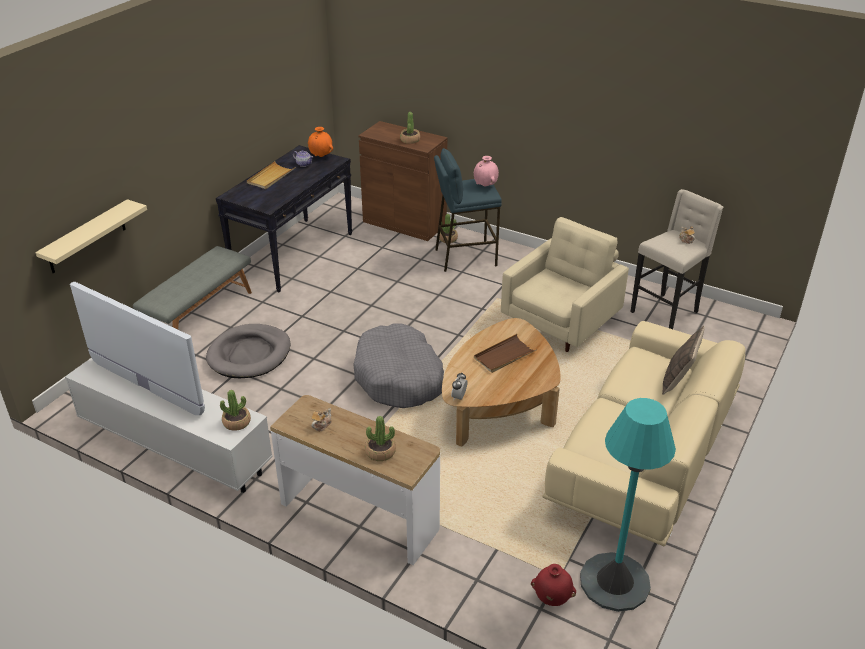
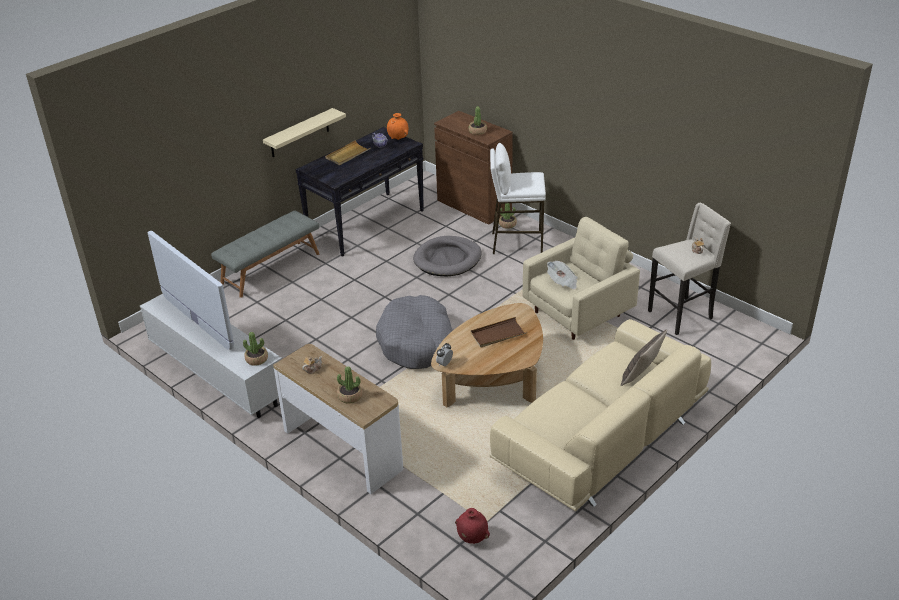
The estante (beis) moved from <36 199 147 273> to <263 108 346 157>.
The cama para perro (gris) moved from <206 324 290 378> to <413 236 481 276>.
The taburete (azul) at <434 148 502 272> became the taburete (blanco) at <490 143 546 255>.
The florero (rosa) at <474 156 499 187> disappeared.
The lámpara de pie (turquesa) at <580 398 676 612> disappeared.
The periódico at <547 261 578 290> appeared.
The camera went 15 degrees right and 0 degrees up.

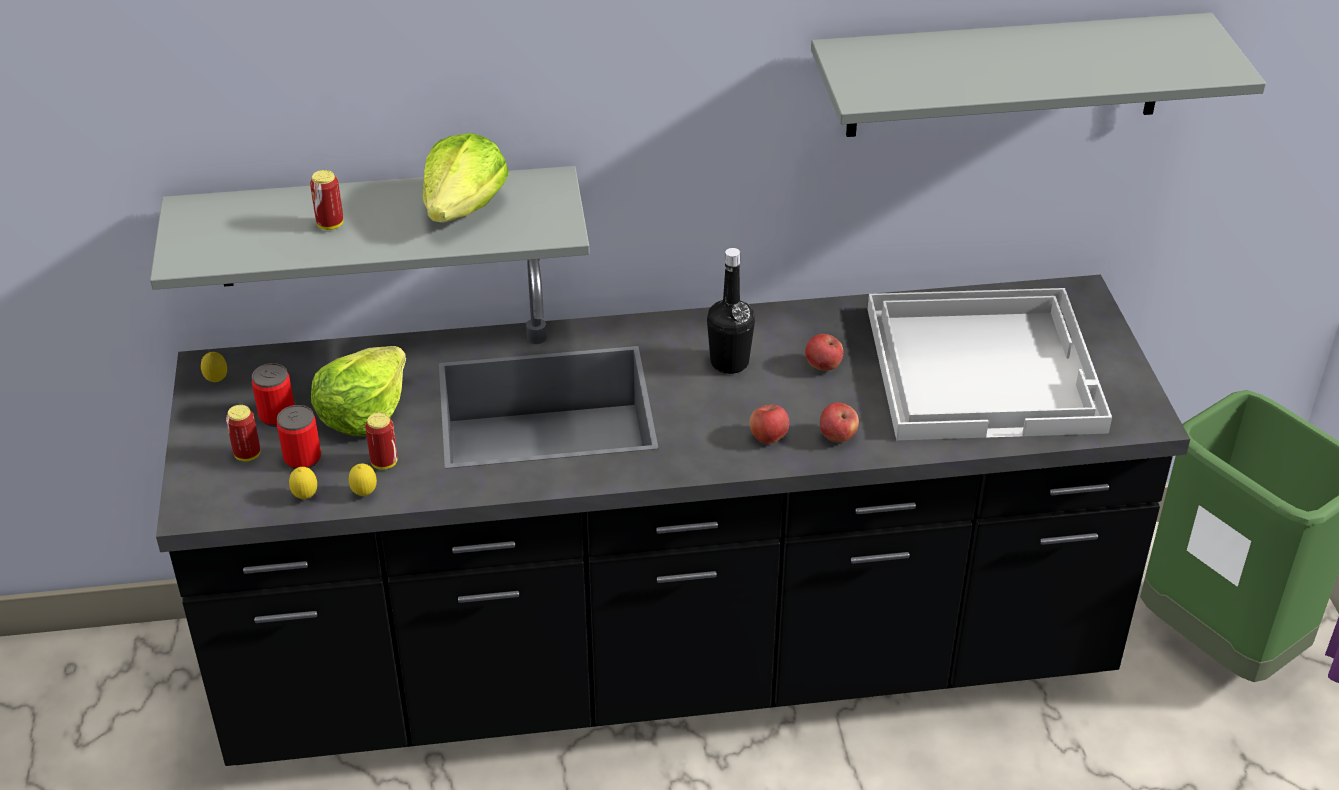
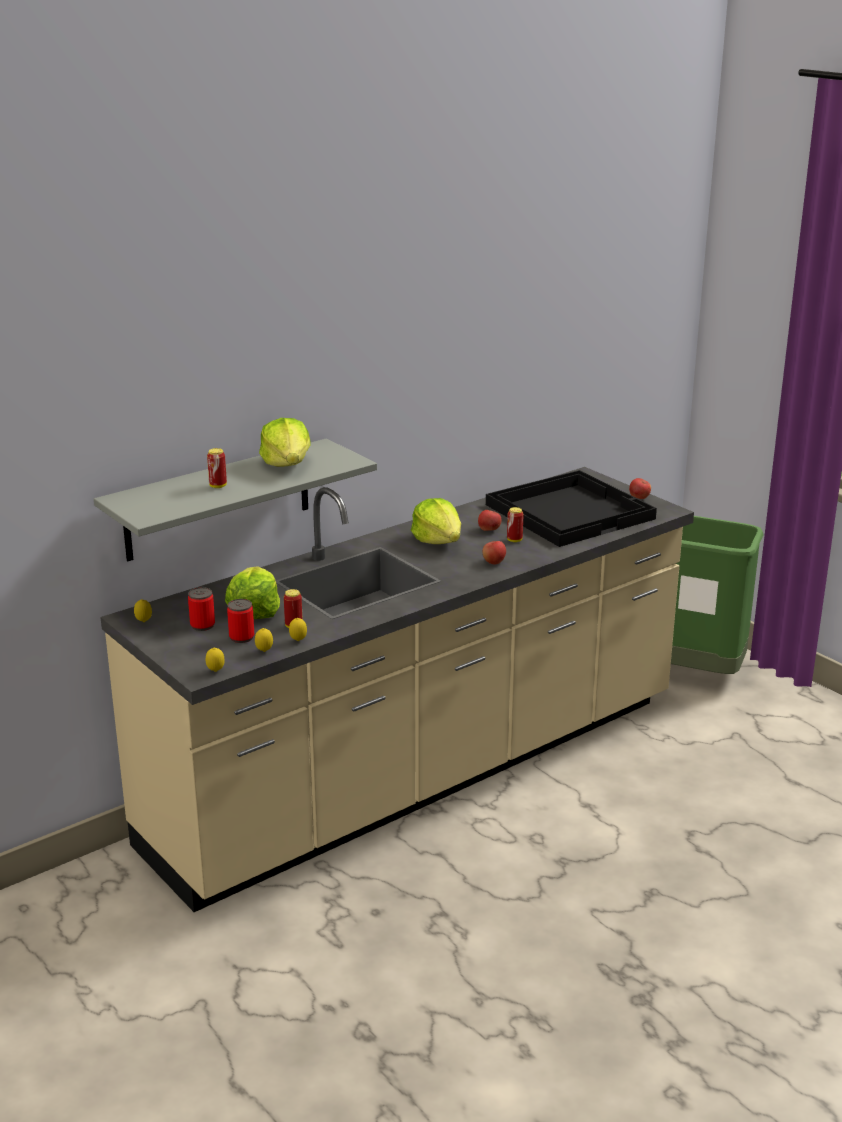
The mueble bajo de cocina (negro) at <156 259 1190 766> became the mueble bajo de cocina (beis) at <100 467 694 912>.
The lata moved from <226 405 260 461> to <507 507 524 542>.
The botella (negro) at <707 248 755 374> was replaced by the lechuga at <411 498 461 544>.
The estante (gris) at <811 13 1266 137> disappeared.
The manzana moved from <820 403 859 443> to <629 478 651 499>.
The bandeja (blanco) at <868 288 1112 440> became the bandeja (negro) at <486 470 657 547>.
The limón at <206 647 225 672> appeared.
The camera went 30 degrees left and 15 degrees down.

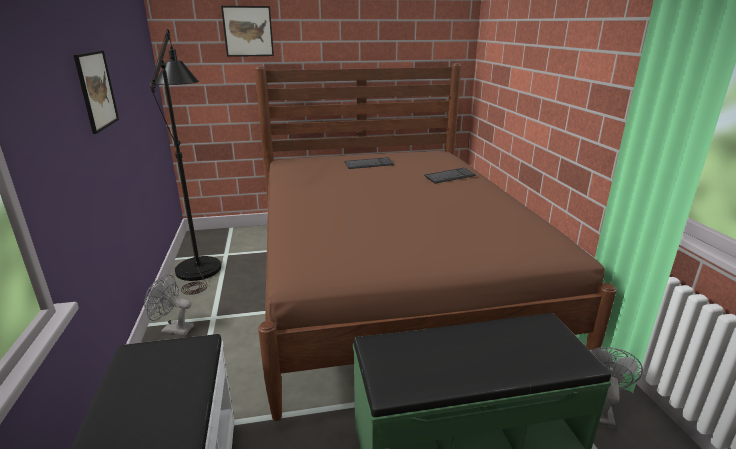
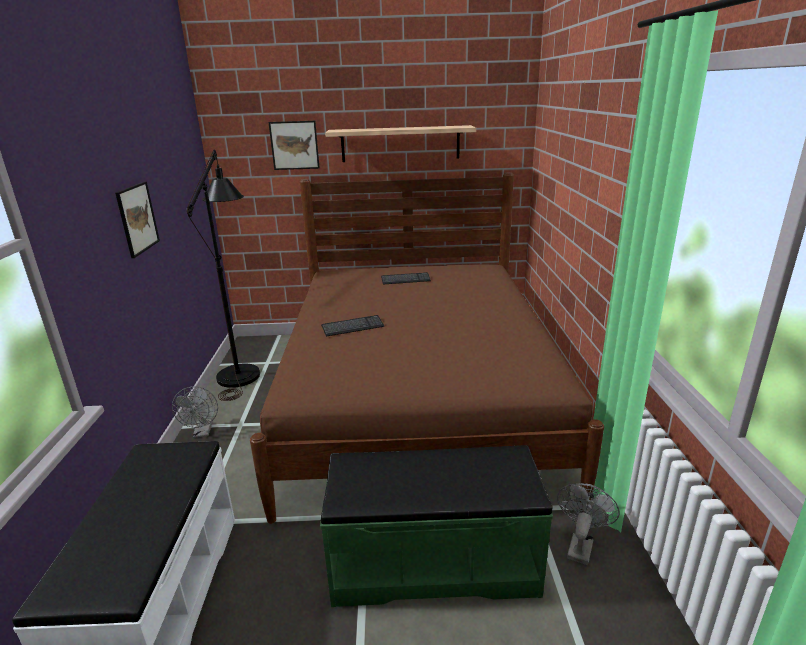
The ventilador (gris) at <144 275 194 335> turned 120 degrees counterclockwise.
The teclado moved from <424 168 476 184> to <321 315 384 337>.
The estante at <325 125 476 162> appeared.
The camera went 10 degrees right and 0 degrees up.

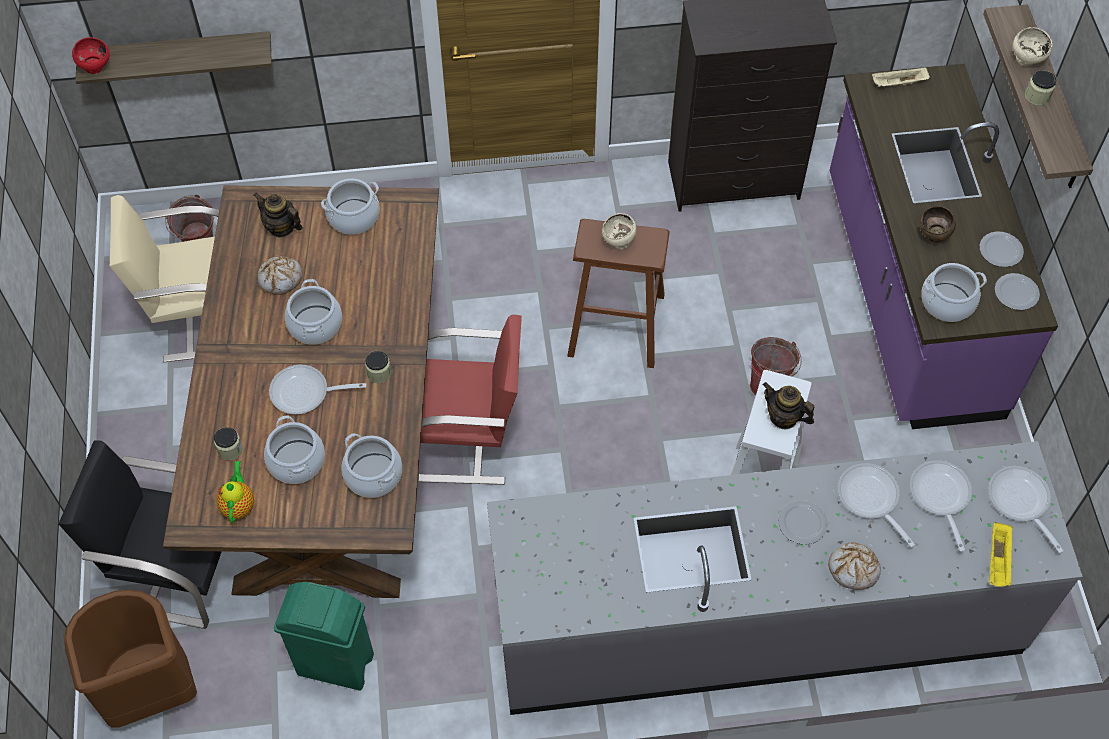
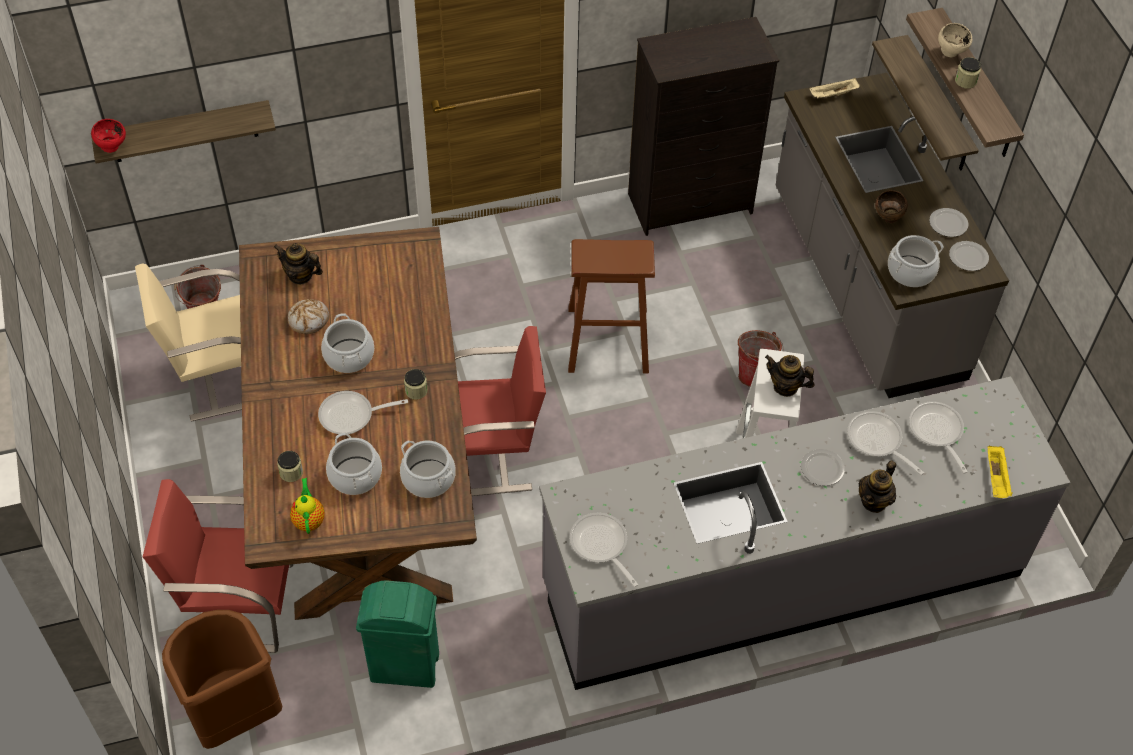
The silla (negro) at <58 440 222 629> became the silla (rojo) at <142 479 293 653>.
The olla at <321 179 380 235> disappeared.
The cuenco (beis) at <602 213 637 249> disappeared.
The pan at <828 542 881 590> was replaced by the tetera at <859 461 896 513>.
The mueble bajo de cocina (morado) at <829 64 1058 429> became the mueble bajo de cocina (gris) at <776 73 1009 398>.
The sartén moved from <988 466 1064 553> to <570 513 638 587>.
The estante at <872 35 979 171> appeared.
The camera went 10 degrees left and 5 degrees down.

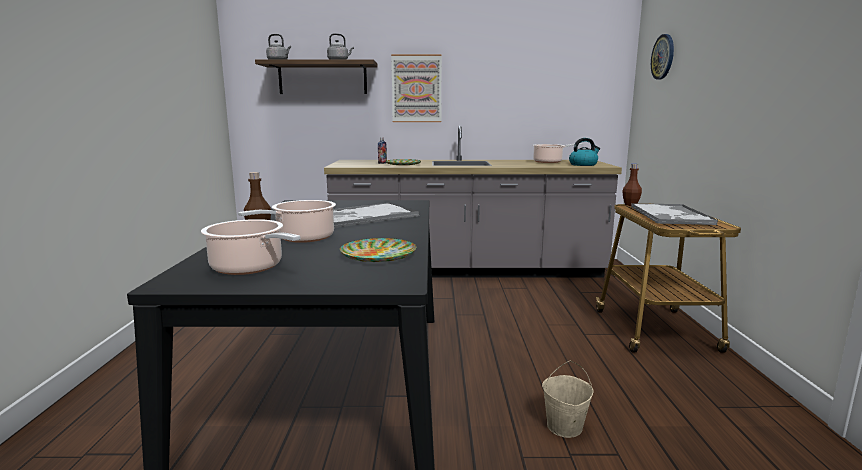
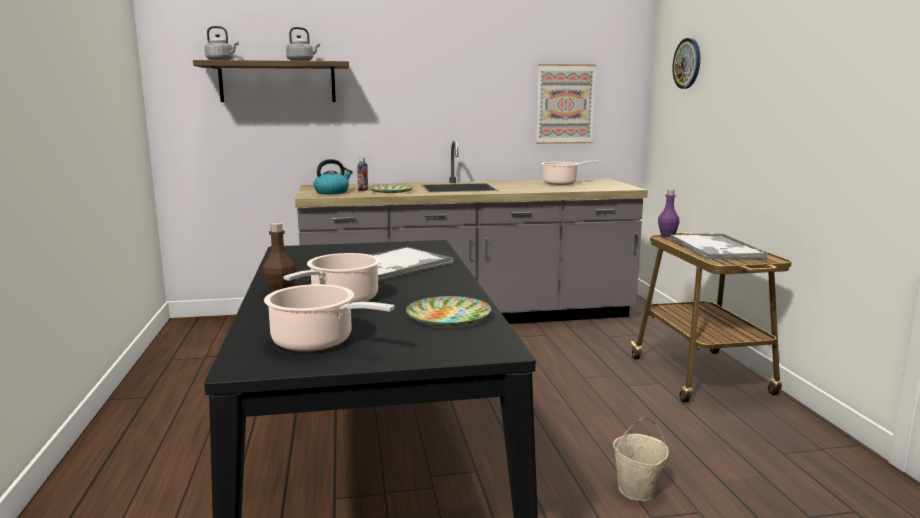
The cuadro moved from <391 54 442 122> to <536 64 596 144>.
The hervidor moved from <569 138 600 166> to <314 159 353 194>.
The botella (marrón) at <622 164 642 206> became the botella (morado) at <658 189 680 237>.
The camera went 10 degrees left and 0 degrees up.

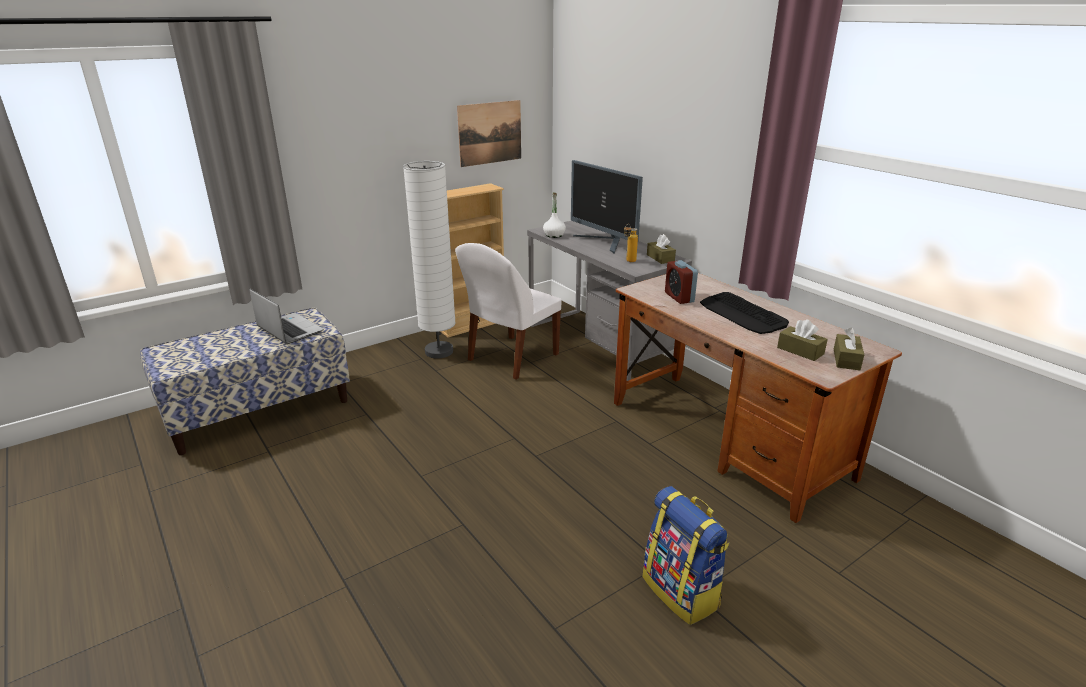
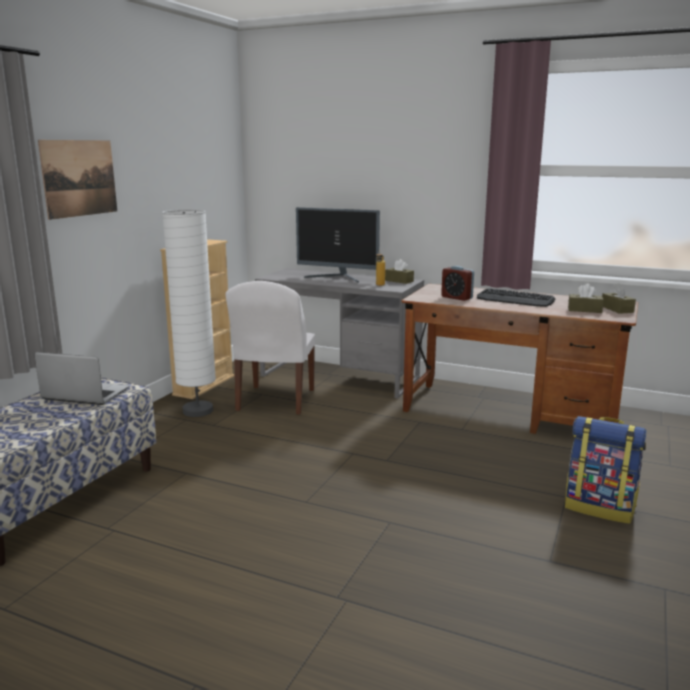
The cuadro moved from <457 100 521 167> to <38 140 117 220>.
The botella (blanco) at <543 193 566 238> disappeared.
The camera went 30 degrees left and 10 degrees down.

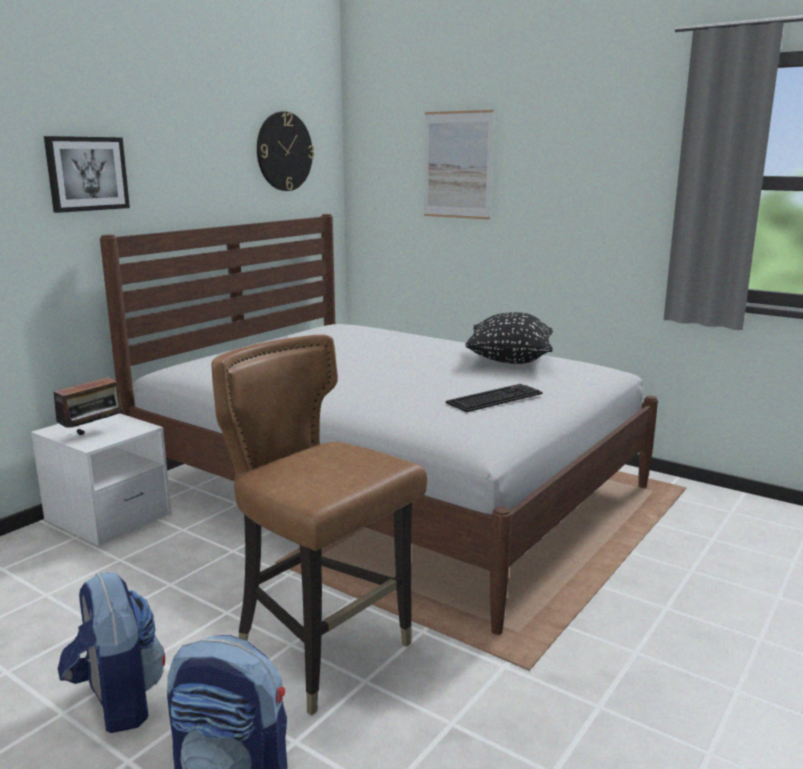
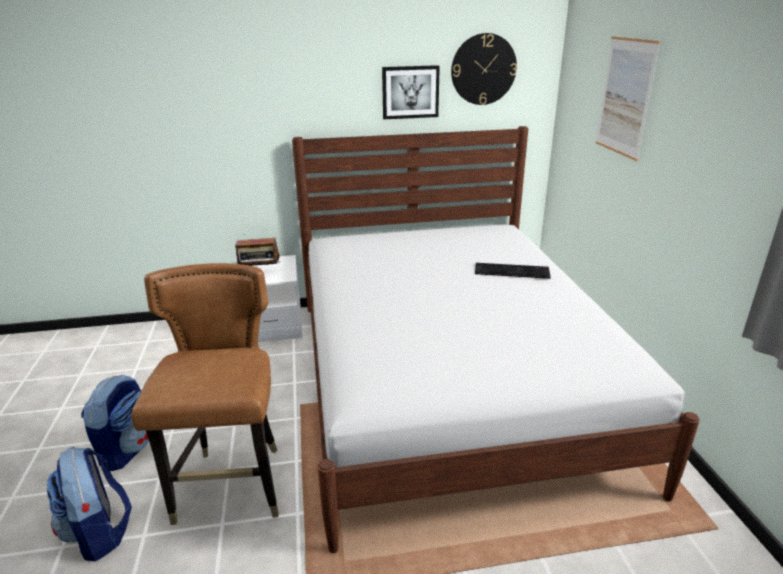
The cuadro moved from <44 136 130 213> to <382 65 440 119>.
The teclado moved from <446 384 542 412> to <475 263 551 279>.
The cojín (negro) at <465 312 553 364> disappeared.
The camera went 45 degrees right and 10 degrees up.

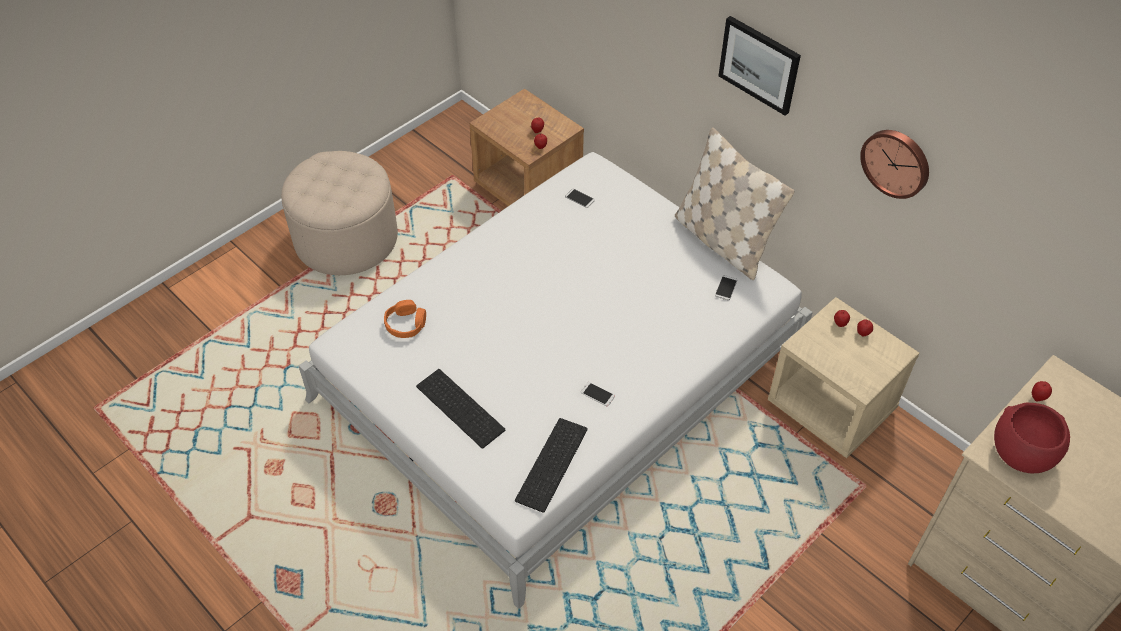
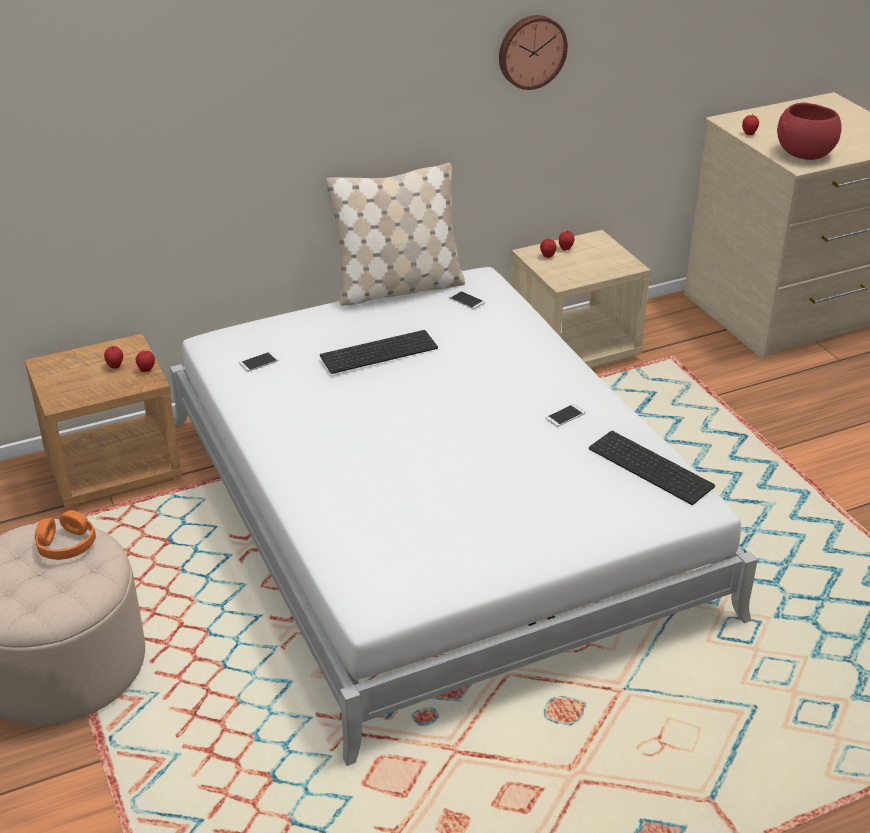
The auriculares (naranja) moved from <384 300 426 338> to <35 510 96 560>.
The teclado moved from <416 369 505 449> to <320 330 438 374>.
The cuadro at <718 16 801 116> disappeared.
The camera went 70 degrees left and 15 degrees down.

